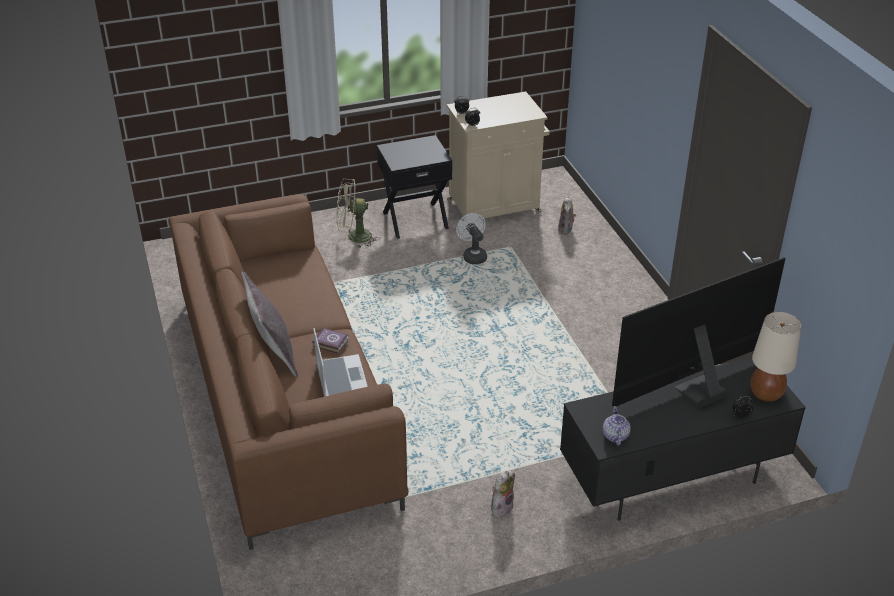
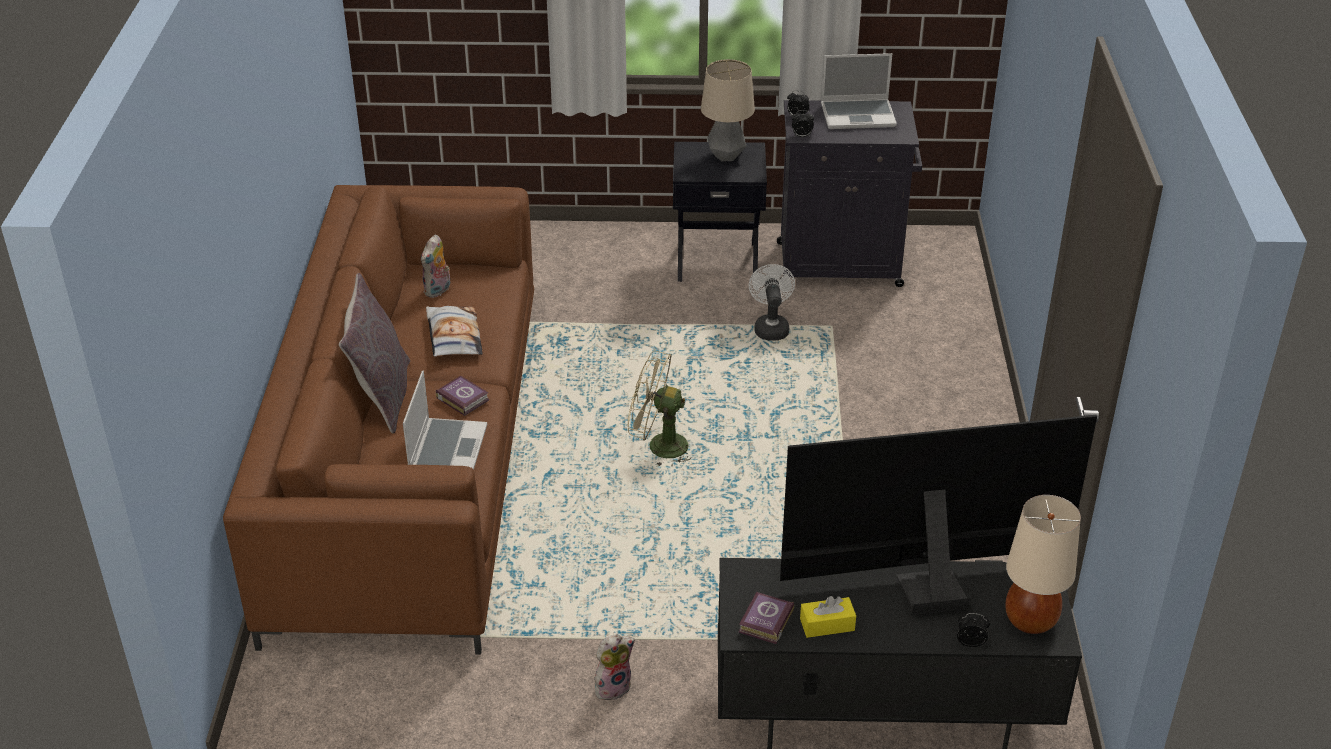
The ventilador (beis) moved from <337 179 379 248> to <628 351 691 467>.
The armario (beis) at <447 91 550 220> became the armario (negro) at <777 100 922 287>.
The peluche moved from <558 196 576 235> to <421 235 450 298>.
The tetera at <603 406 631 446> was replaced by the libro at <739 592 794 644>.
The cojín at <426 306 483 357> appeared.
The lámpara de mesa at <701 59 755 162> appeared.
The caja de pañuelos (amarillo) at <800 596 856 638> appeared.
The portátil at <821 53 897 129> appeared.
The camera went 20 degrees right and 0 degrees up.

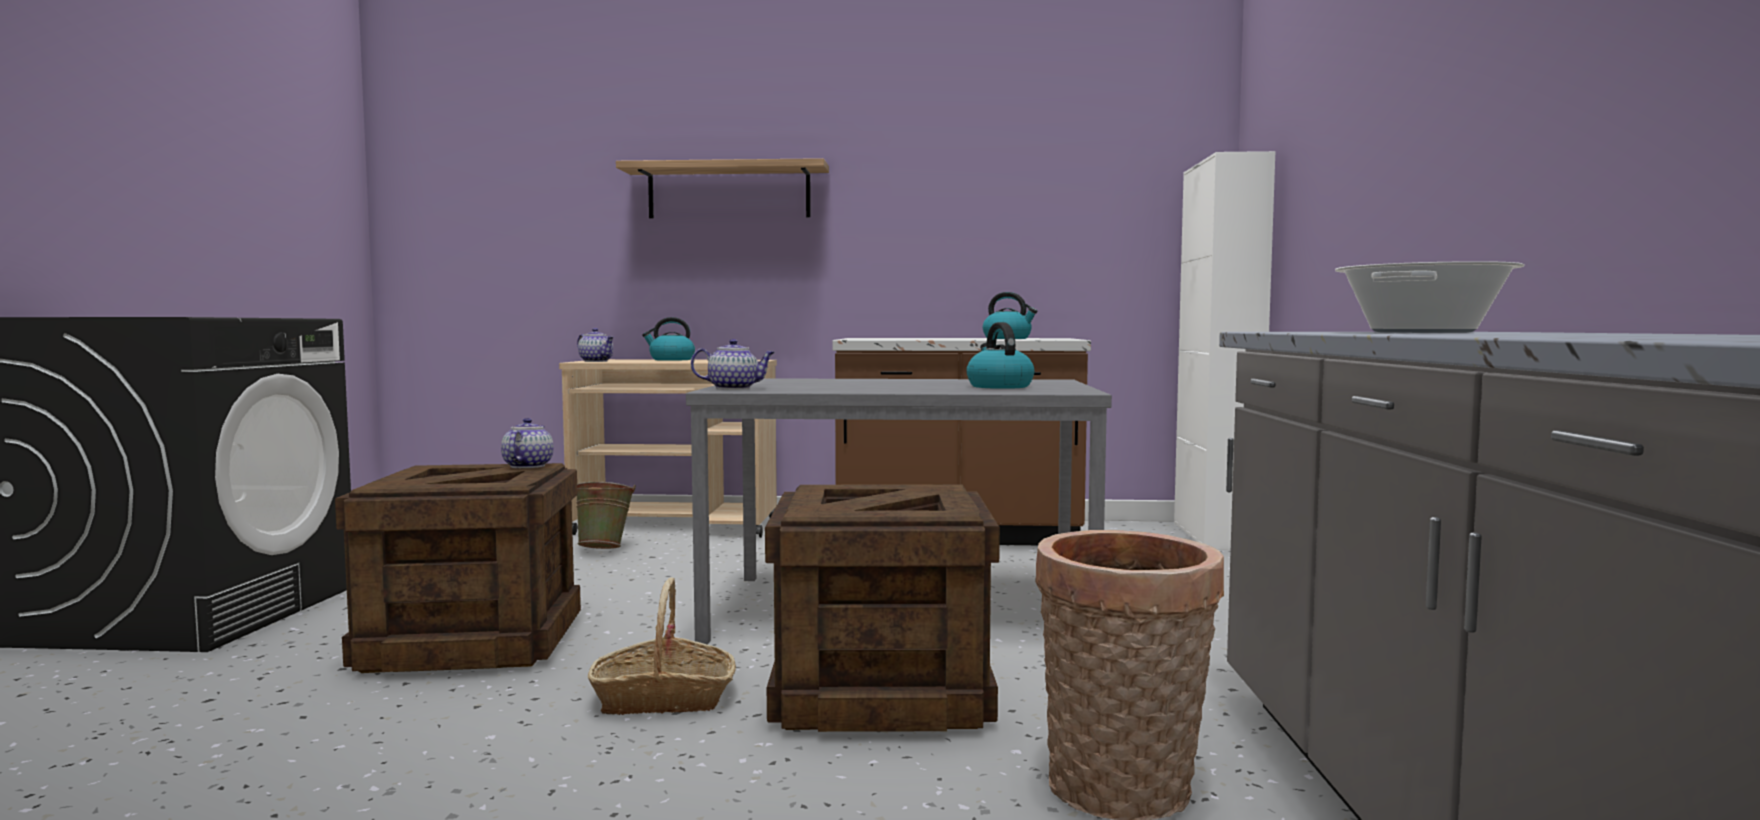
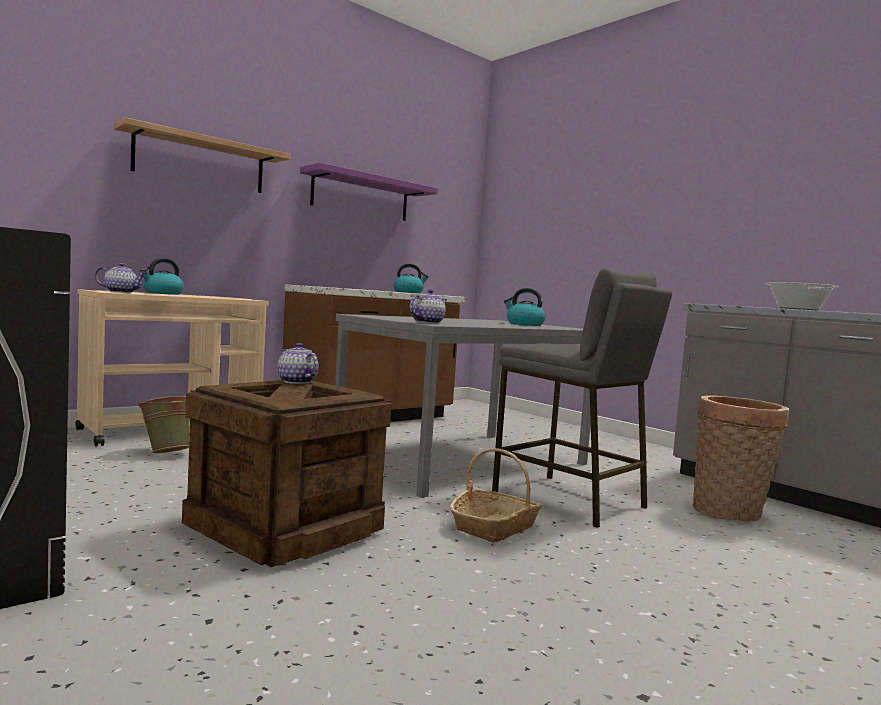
The caja de embalaje at <765 484 1000 732> was replaced by the taburete (gris) at <492 268 672 528>.
The armario (blanco) at <1174 151 1275 550> disappeared.
The estante (morado) at <300 162 438 221> appeared.
The camera went 45 degrees left and 0 degrees up.

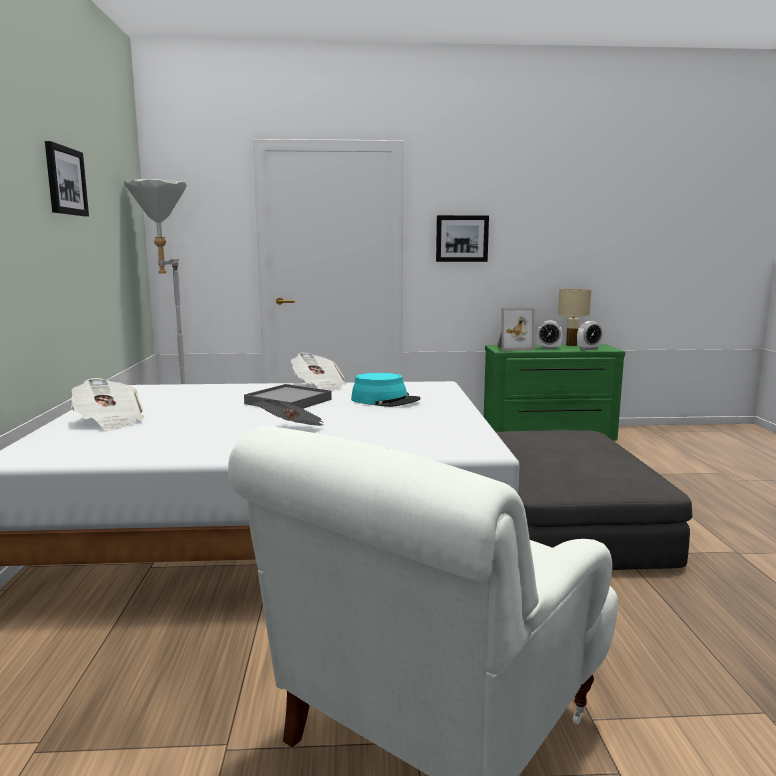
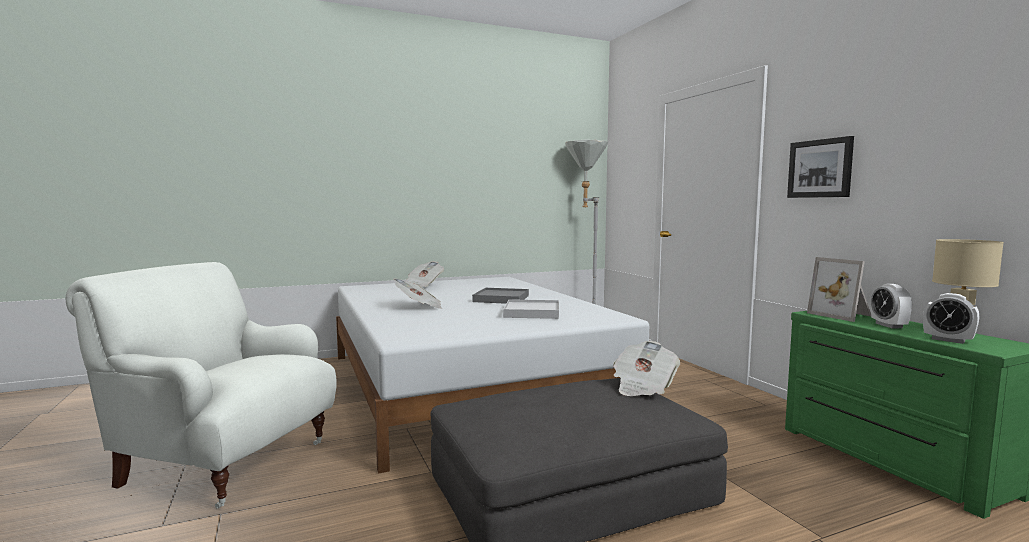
The cuadro at <45 141 89 216> disappeared.
The periódico moved from <291 353 347 392> to <613 341 680 396>.
The sombrero (turquesa) at <351 373 421 407> was replaced by the bandeja (blanco) at <503 299 559 319>.
The camera went 70 degrees right and 5 degrees down.

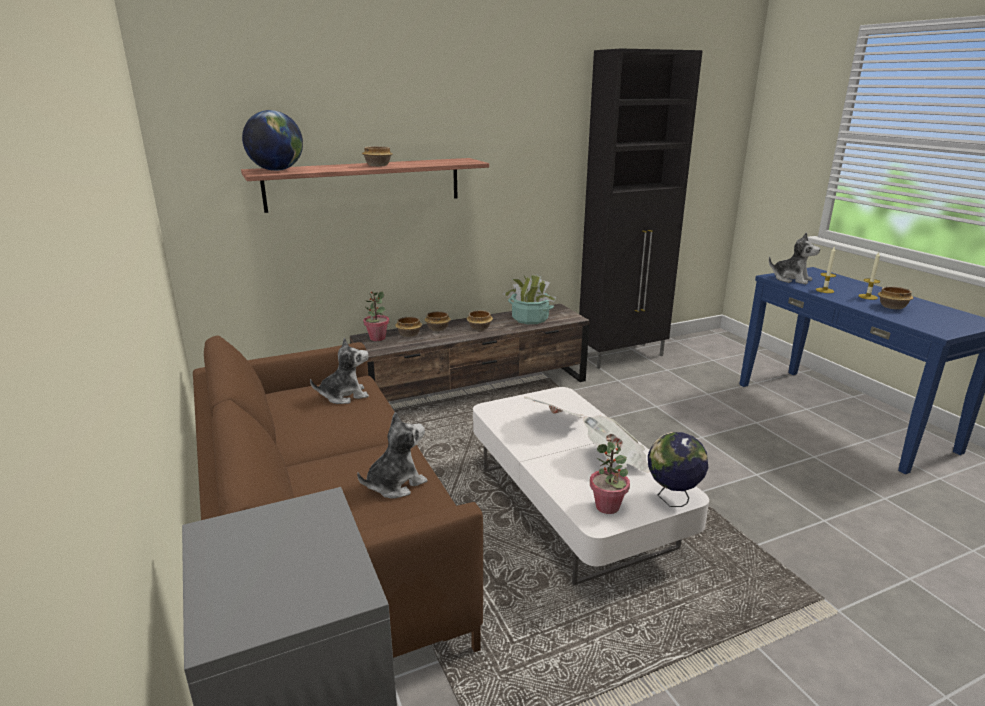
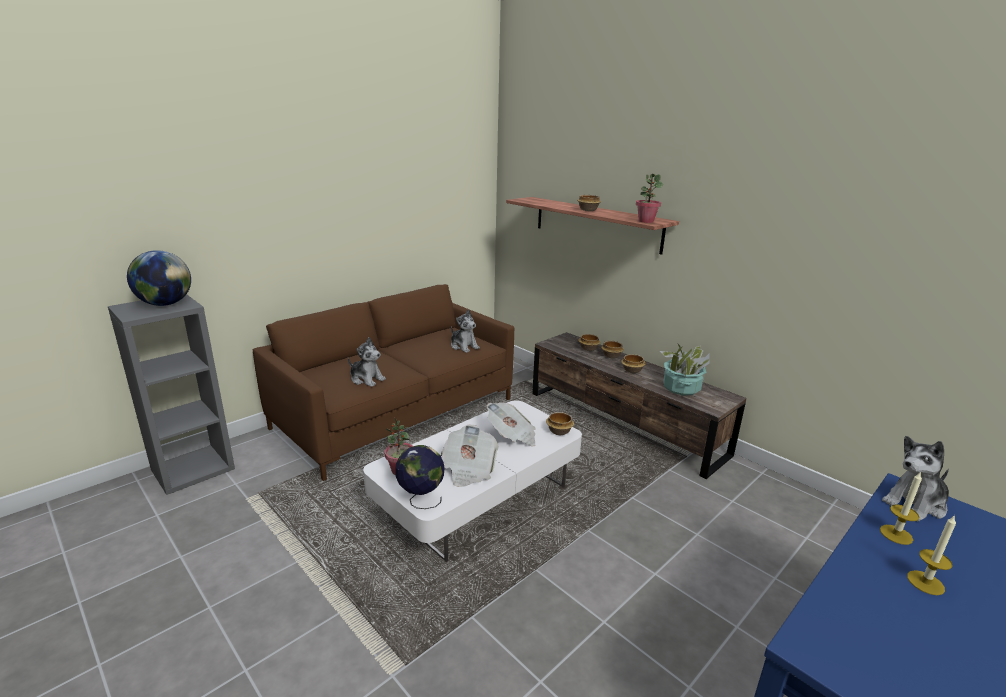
The globo terráqueo moved from <242 110 303 171> to <127 250 191 306>.
The planta en maceta moved from <363 291 389 341> to <636 174 663 223>.
The armario (negro) at <579 48 703 369> disappeared.
The peluche at <769 232 820 284> turned 45 degrees clockwise.
The cuenco moved from <878 286 913 309> to <546 412 574 435>.
The camera went 70 degrees right and 0 degrees up.

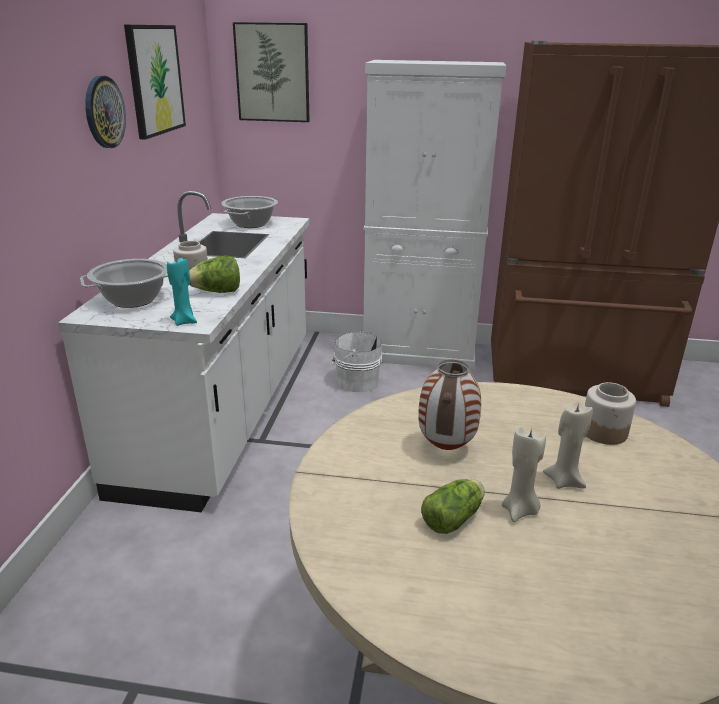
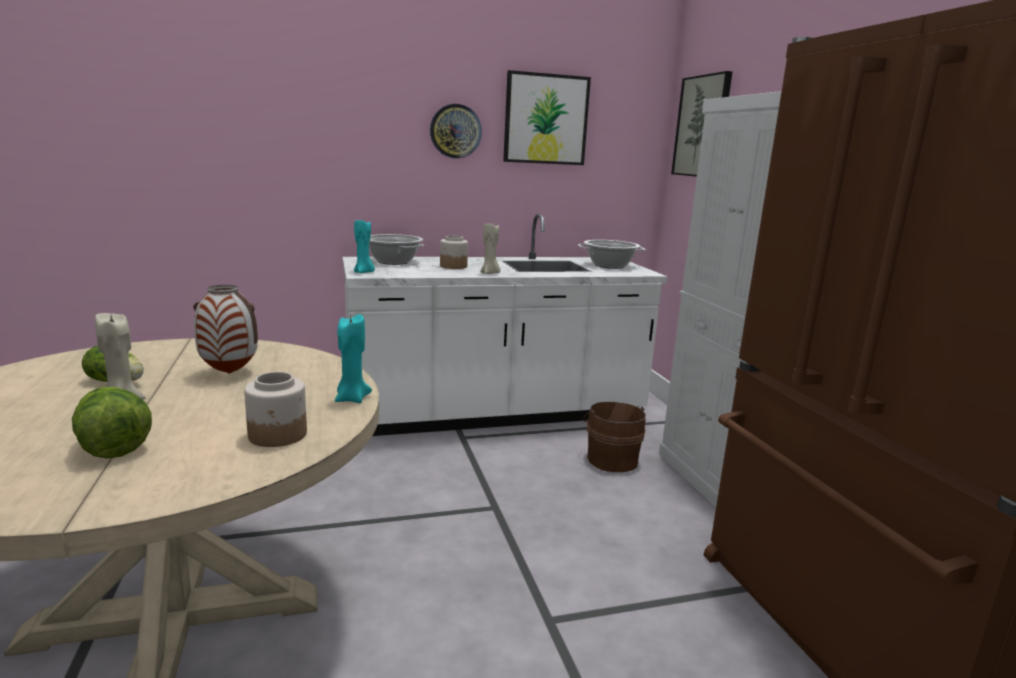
The lechuga moved from <189 255 240 293> to <72 387 152 459>.
The cubo (blanco) at <332 330 382 392> became the cubo (marrón) at <583 401 646 472>.
The vela (beis) moved from <543 401 593 489> to <481 222 500 274>.
The vela (turquesa) at <335 314 372 403> appeared.
The camera went 65 degrees right and 10 degrees down.

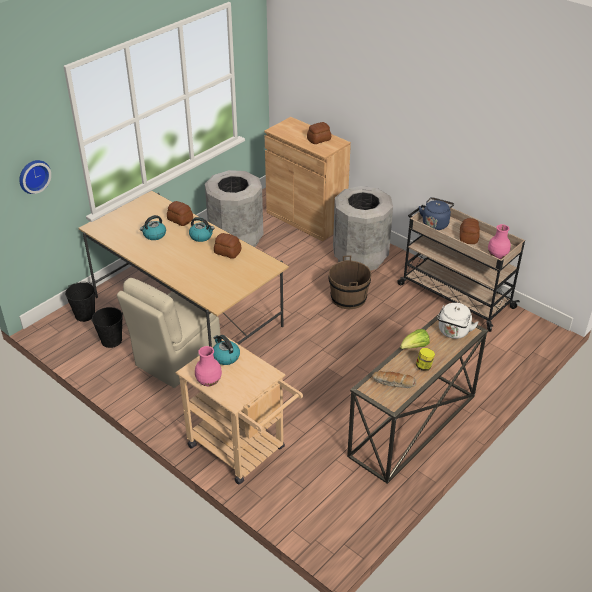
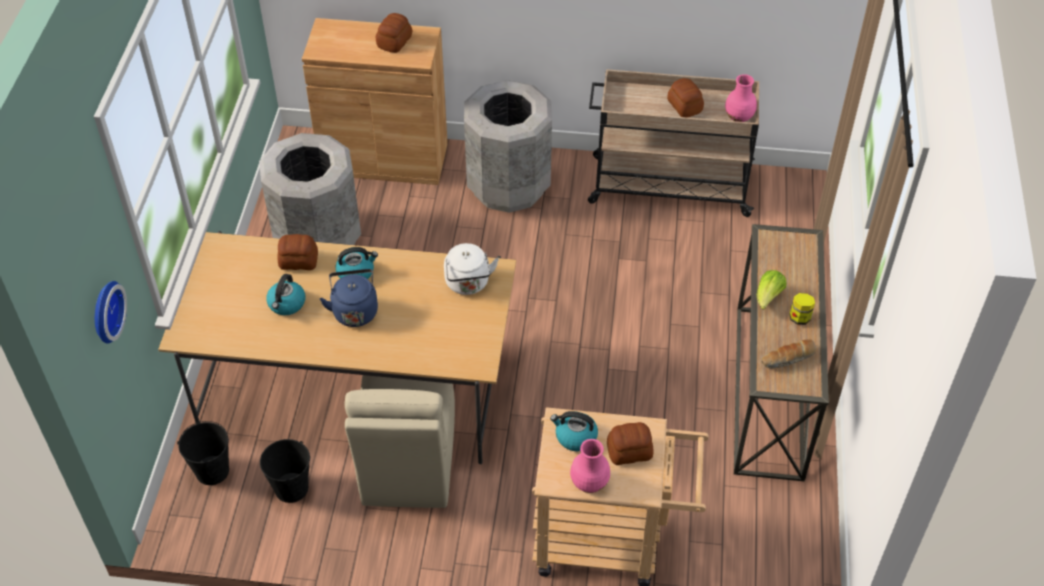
The pan moved from <214 233 241 259> to <607 422 654 465>.
The cubo (marrón) at <328 256 372 309> disappeared.
The hervidor (azul) moved from <419 197 454 230> to <320 269 378 327>.
The hervidor (blanco) moved from <437 303 479 339> to <444 243 499 295>.
The camera went 35 degrees left and 10 degrees up.

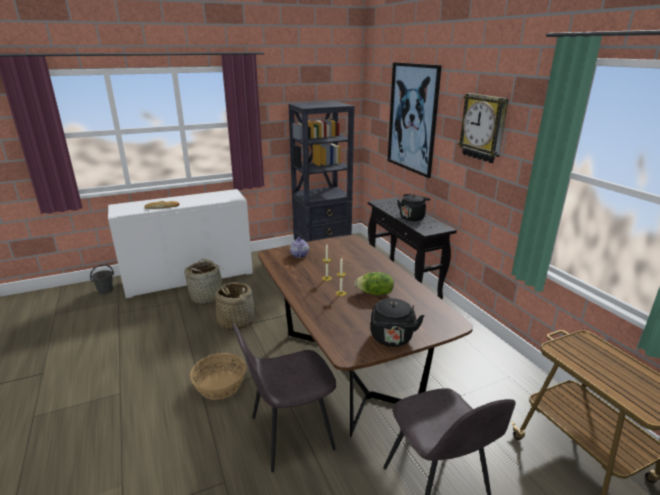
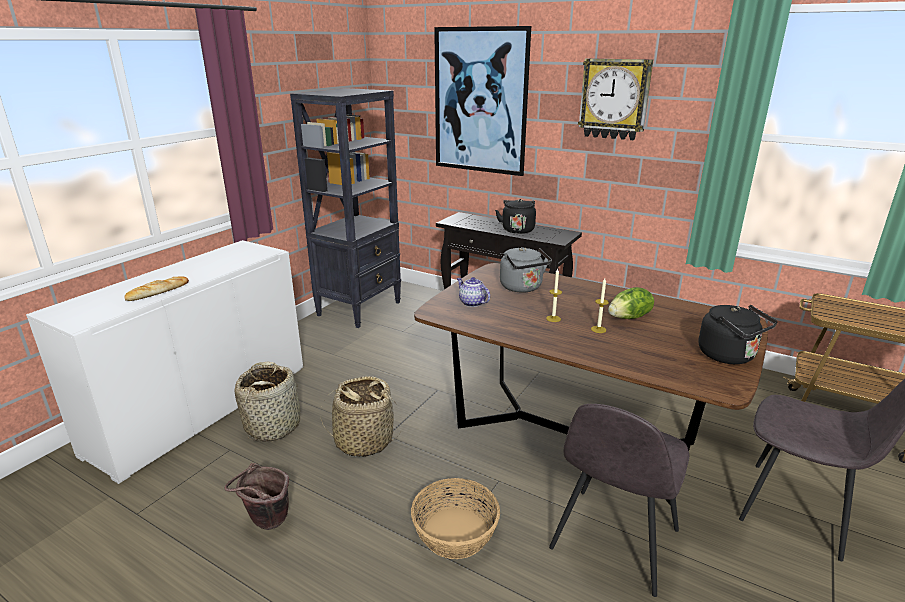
The cubo (gris) at <90 264 114 294> disappeared.
The cubo (marrón) at <224 463 289 530> appeared.
The hervidor (gris) at <500 247 552 293> appeared.
The camera went 35 degrees left and 0 degrees up.

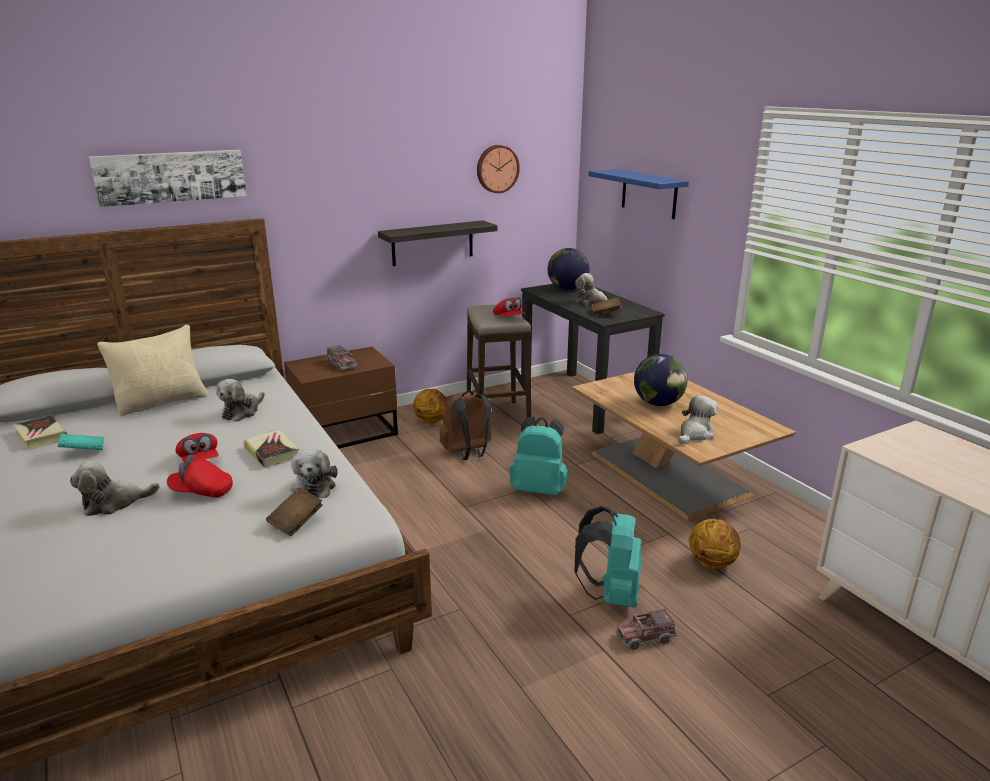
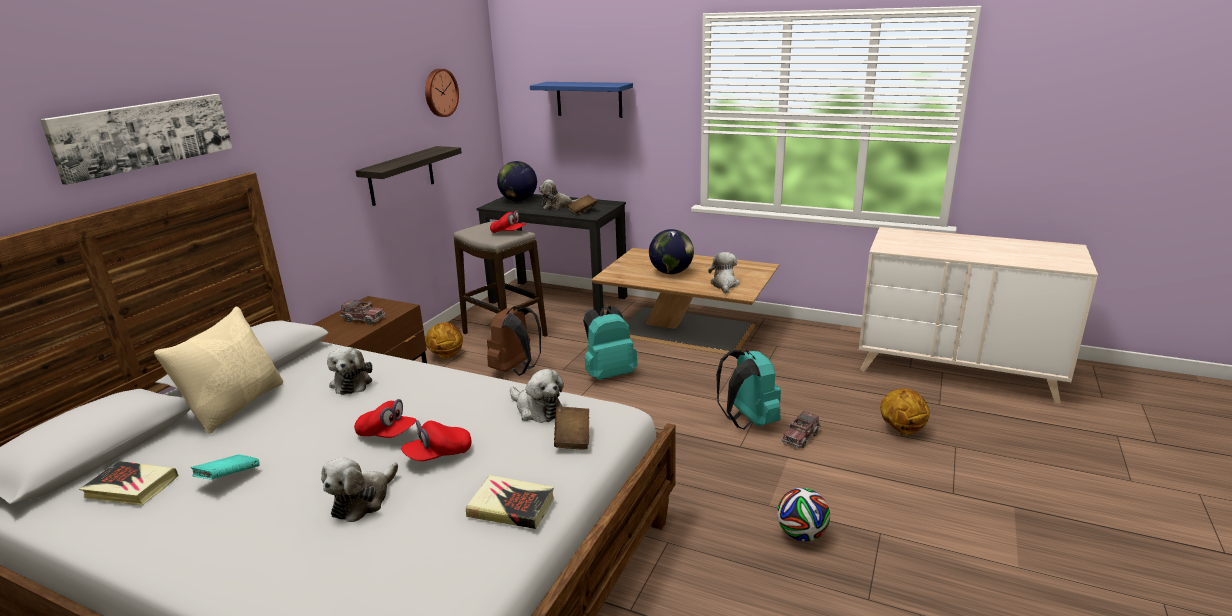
The libro moved from <244 429 299 468> to <466 475 554 529>.
The balón de baloncesto moved from <689 519 741 569> to <880 388 929 435>.
The balón de fútbol at <777 488 830 541> appeared.
The camera went 35 degrees left and 0 degrees up.

